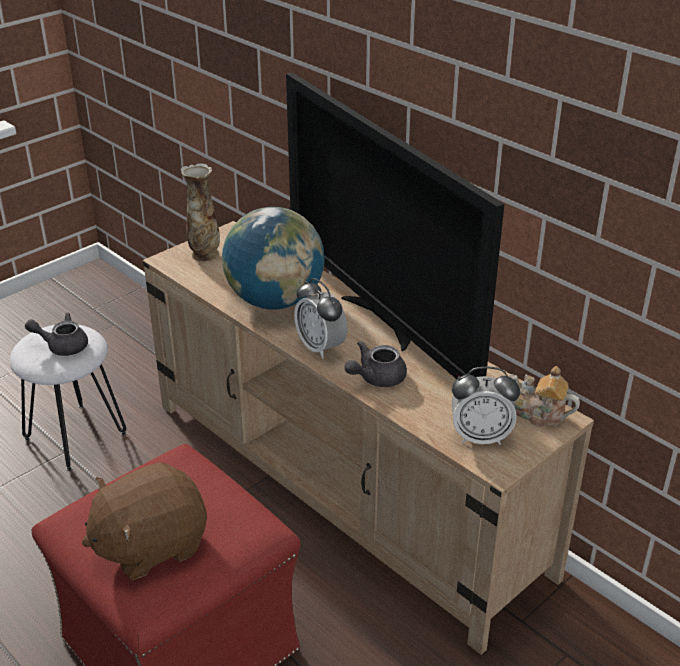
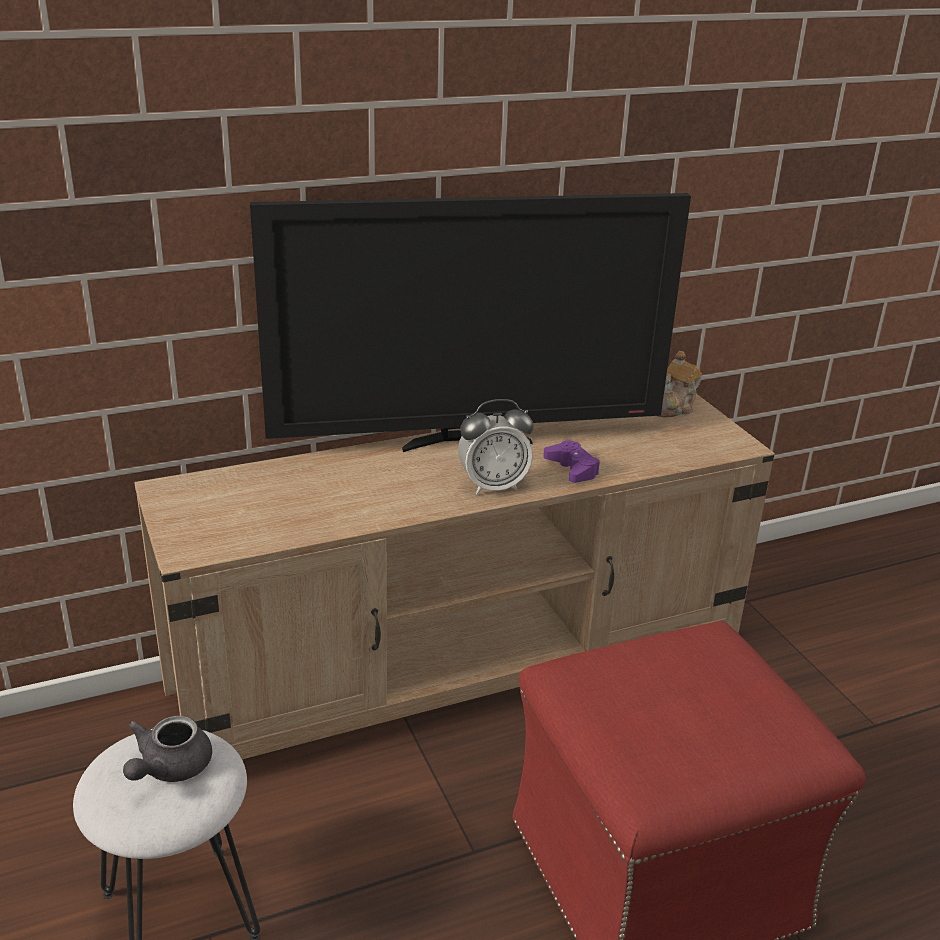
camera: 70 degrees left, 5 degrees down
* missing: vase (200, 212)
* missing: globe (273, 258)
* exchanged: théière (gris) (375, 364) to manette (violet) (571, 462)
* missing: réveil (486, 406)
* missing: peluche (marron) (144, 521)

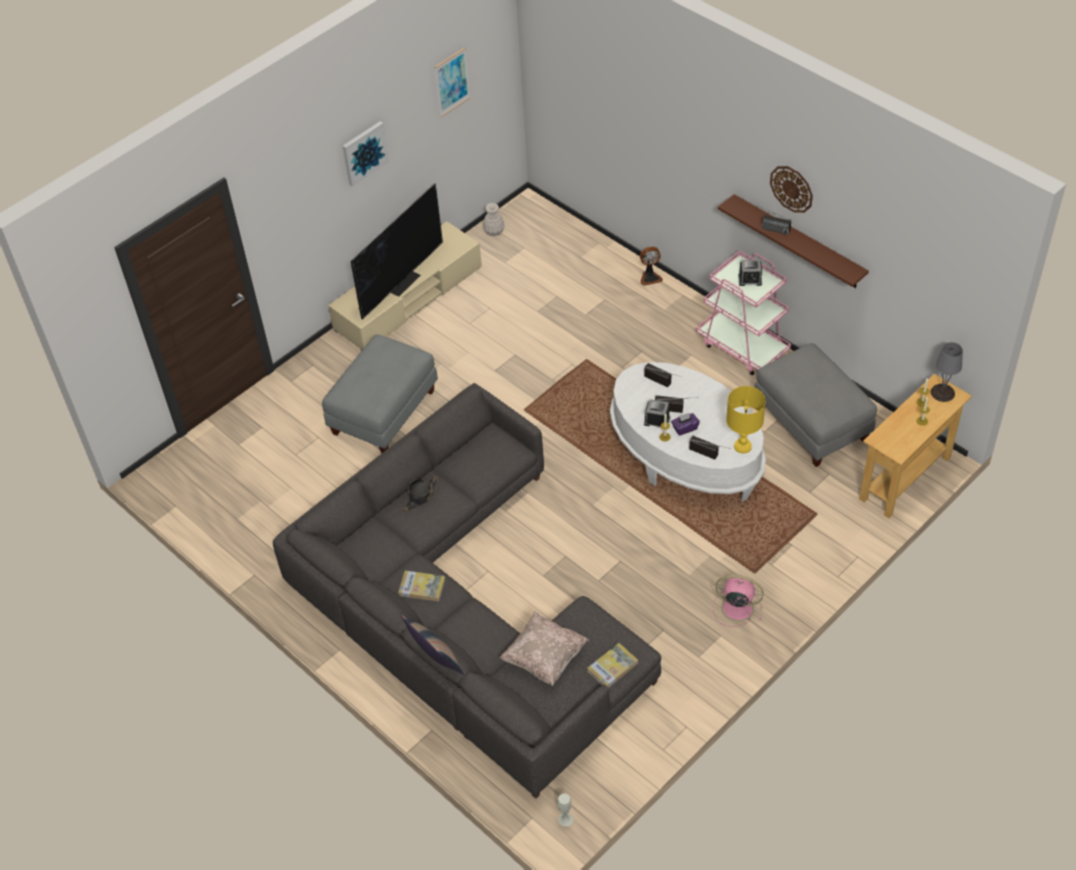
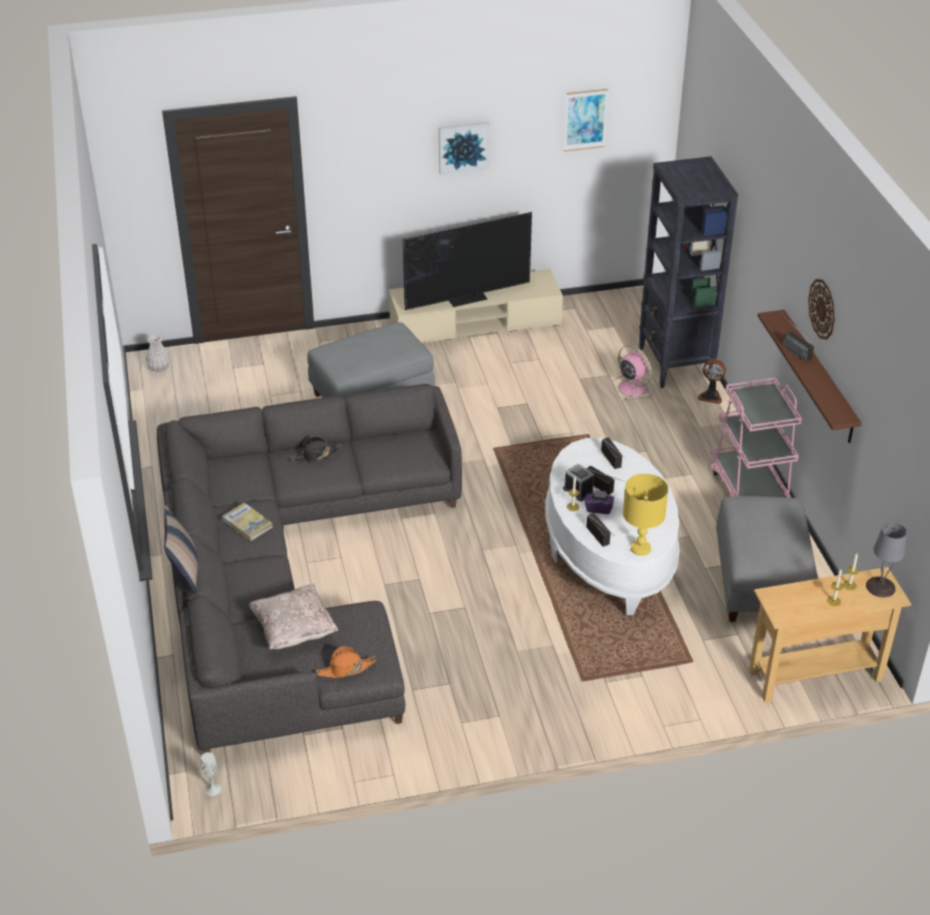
camera: 30 degrees right, 10 degrees down
* relocated: vase (blanc) (494, 219) to (158, 353)
* missing: réveil (750, 272)
* relocated: ventilateur (rose) (738, 601) to (632, 373)
* exchanged: livre (612, 665) to chapeau (orange) (345, 662)
* appeared: bibliothèque (noir) (688, 272)

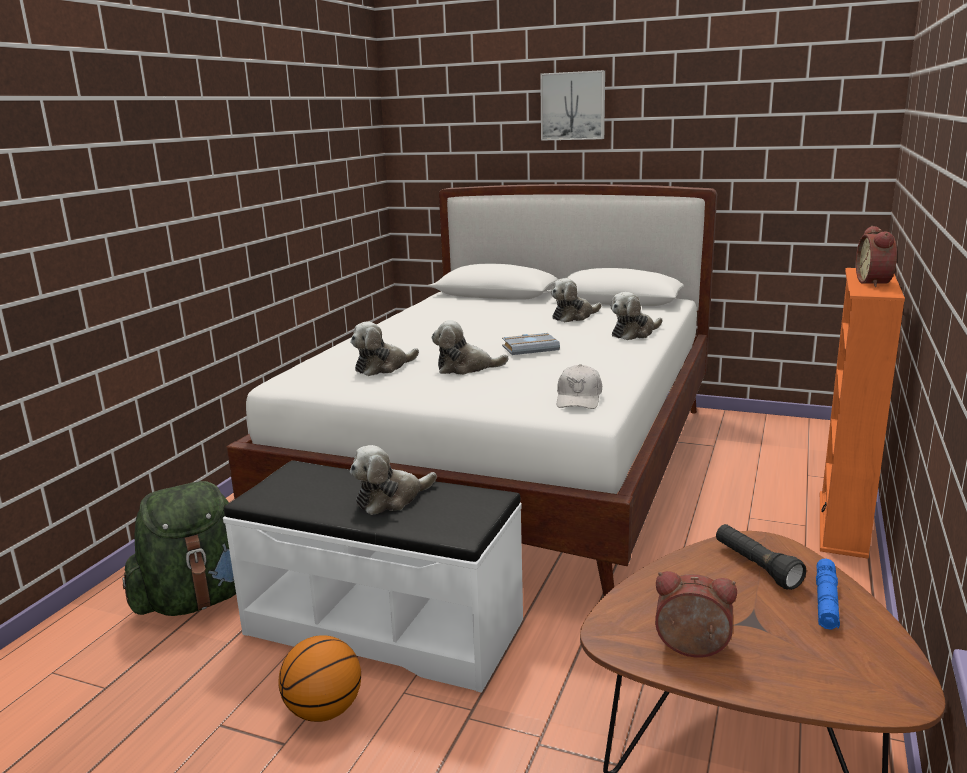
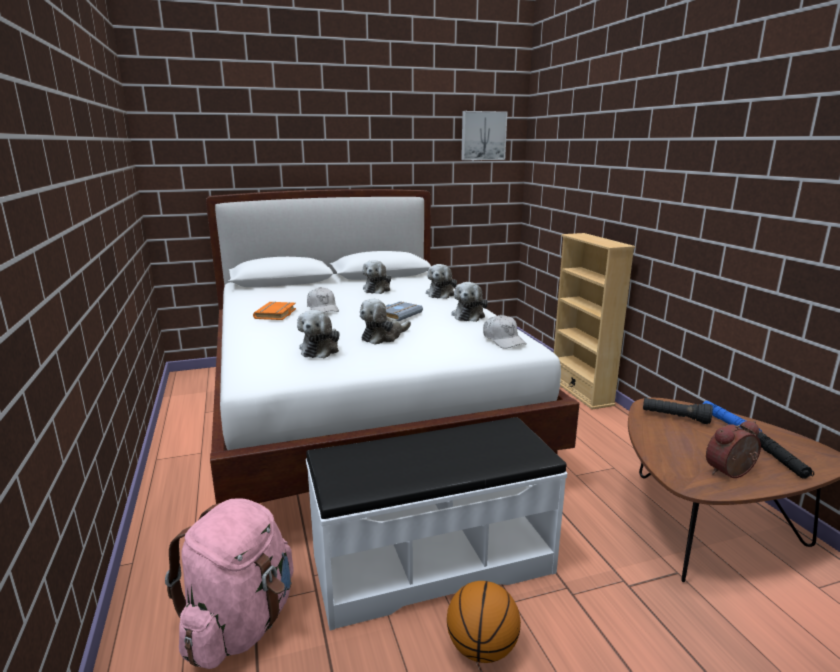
camera: 40 degrees left, 0 degrees up
* relocated: tableau (572, 105) to (484, 135)
* missing: réveil (876, 256)
* colour: bibliothèque (orange) (862, 413) to bibliothèque (beige) (594, 321)
* relocated: peluche (393, 480) to (469, 302)
* colour: sac à dos (vert) (179, 548) to sac à dos (rose) (229, 583)
* appeared: casquette (blanc) (323, 300)
* appeared: livre (orange) (274, 311)
* appeared: lampe de poche (noir) (785, 455)

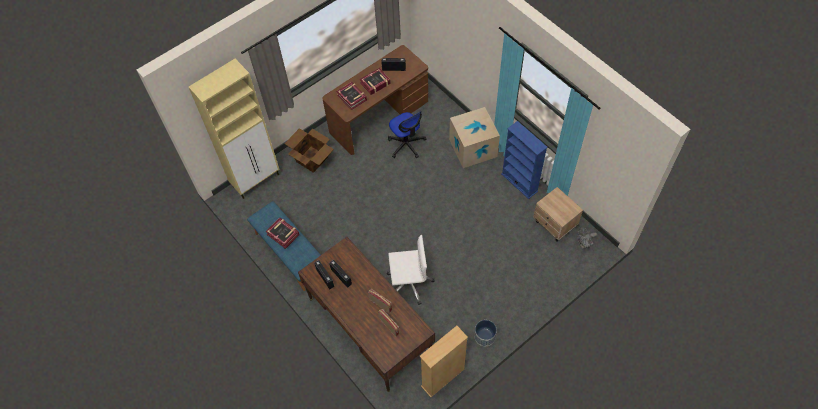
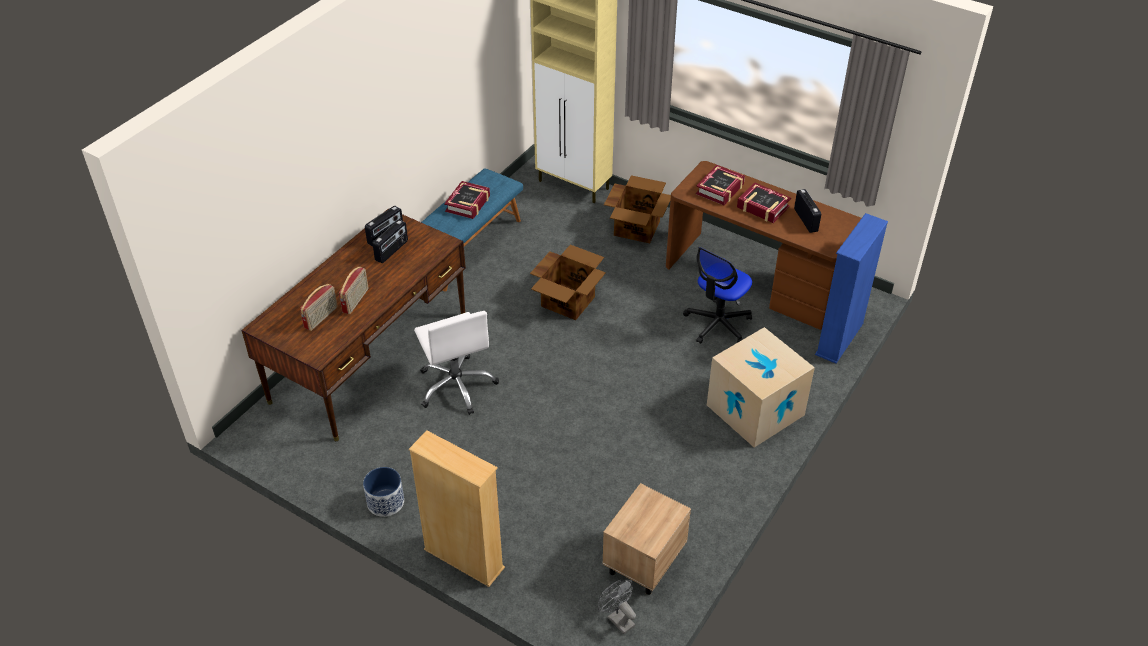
camera: 70 degrees right, 15 degrees down
* relocated: bibliothèque (bleu) (524, 160) to (851, 288)
* relocated: bibliothèque (beige) (444, 361) to (457, 508)
* appeared: carton (568, 282)

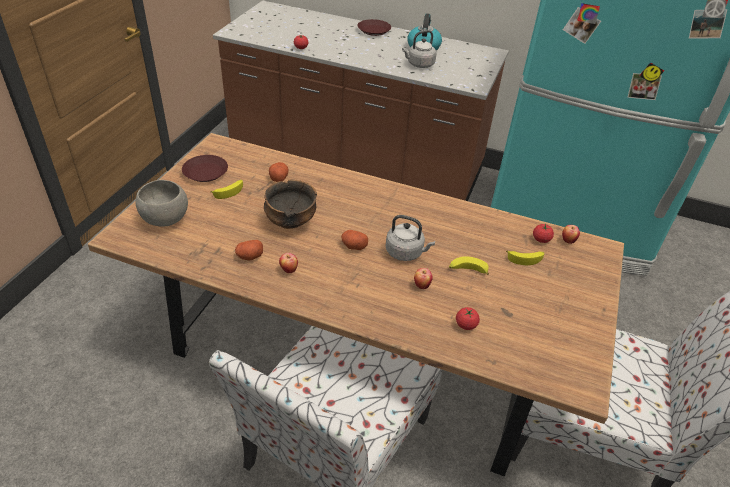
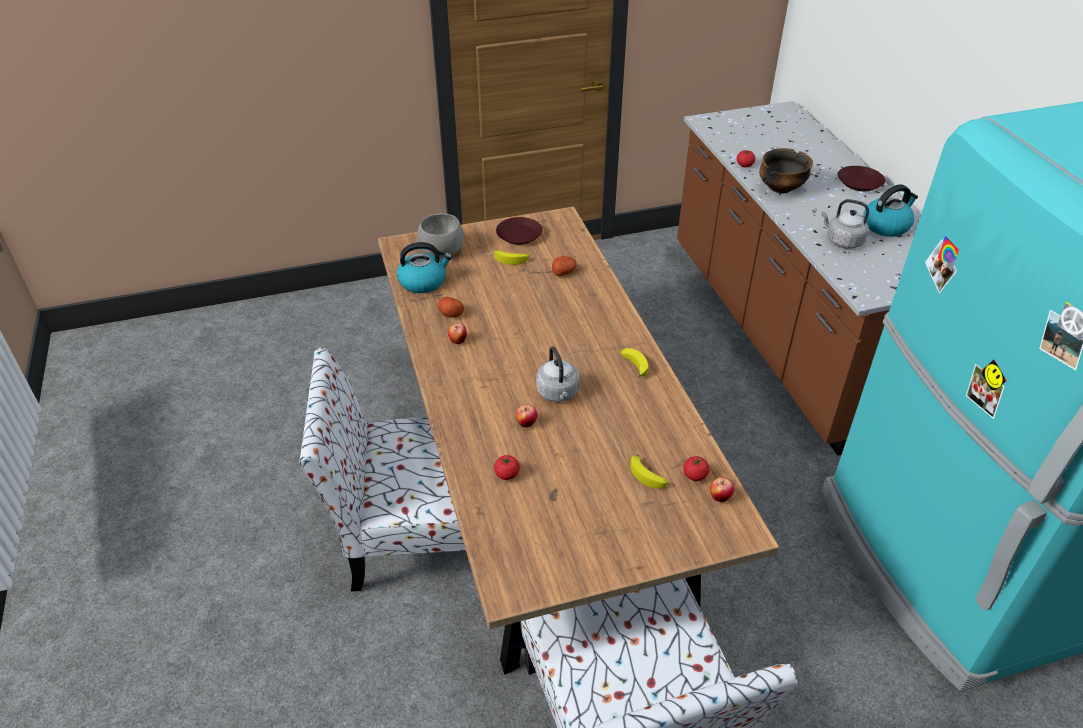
camera: 55 degrees right, 0 degrees up
* relocated: bol (290, 204) to (786, 170)
* missing: pomme de terre (354, 240)
* relocated: banane (469, 265) to (633, 362)
* appeared: bouilloire (424, 267)

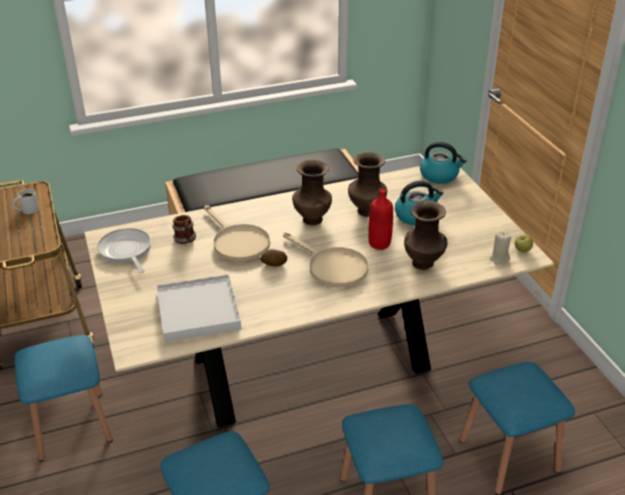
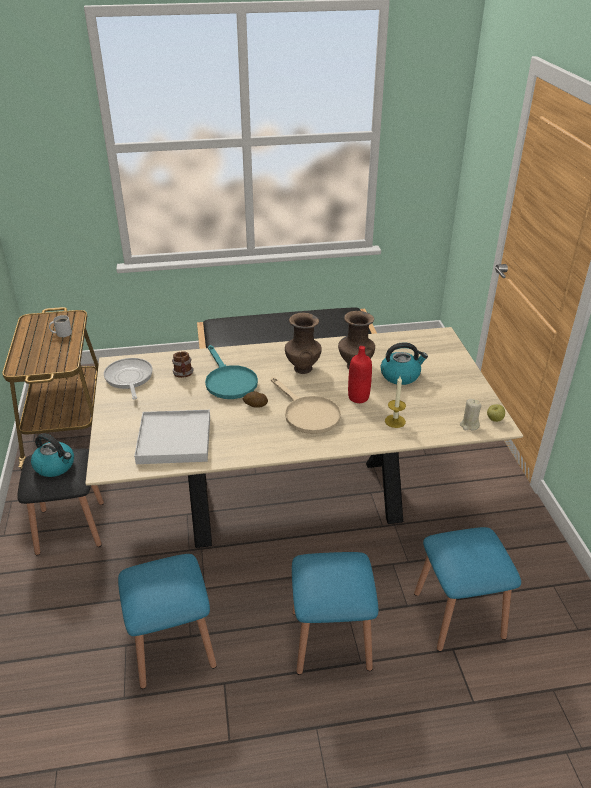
camera: 10 degrees right, 0 degrees up
* relocated: bouilloire (443, 163) to (52, 455)
* exchanged: vase (marron) (426, 235) to bougie (395, 402)
* colour: poêle (beige) (237, 233) to poêle (turquoise) (231, 372)
* colour: tabouret (bleu) (64, 398) to tabouret (noir) (60, 502)

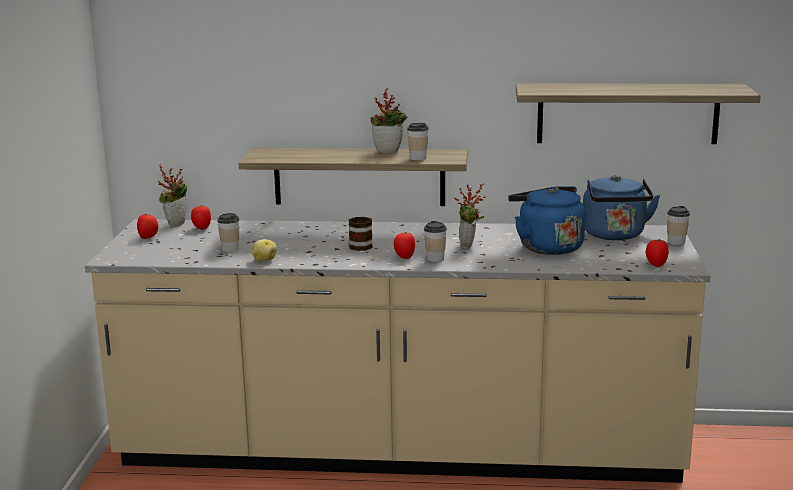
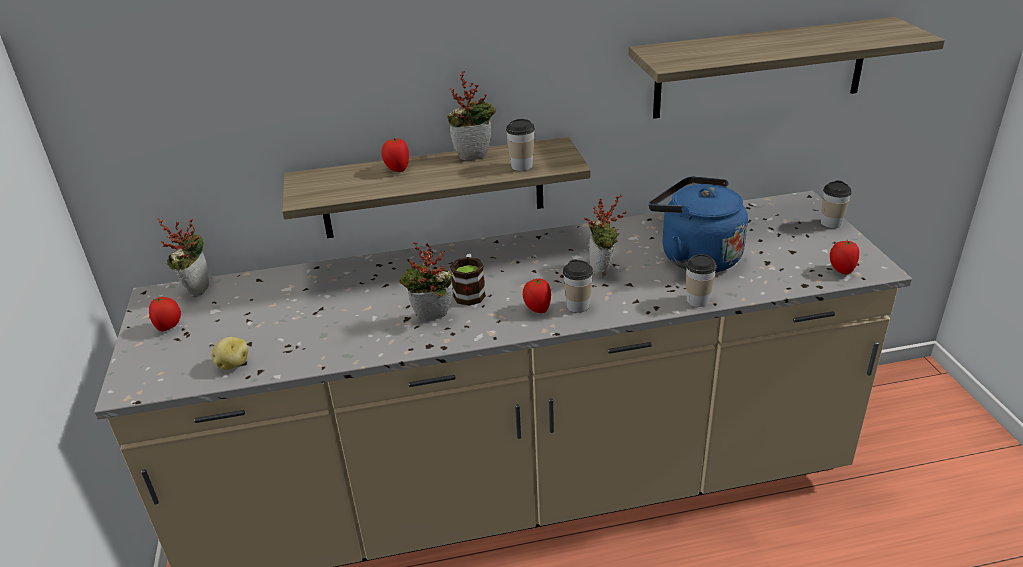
camera: 15 degrees left, 15 degrees up
* missing: bouilloire (bleu) (621, 207)
* relocated: tomate (201, 217) to (395, 155)
* relocated: tasse (228, 232) to (701, 280)
* relocated: pomme de terre (264, 250) to (229, 353)
* appeared: plante en pot (426, 281)

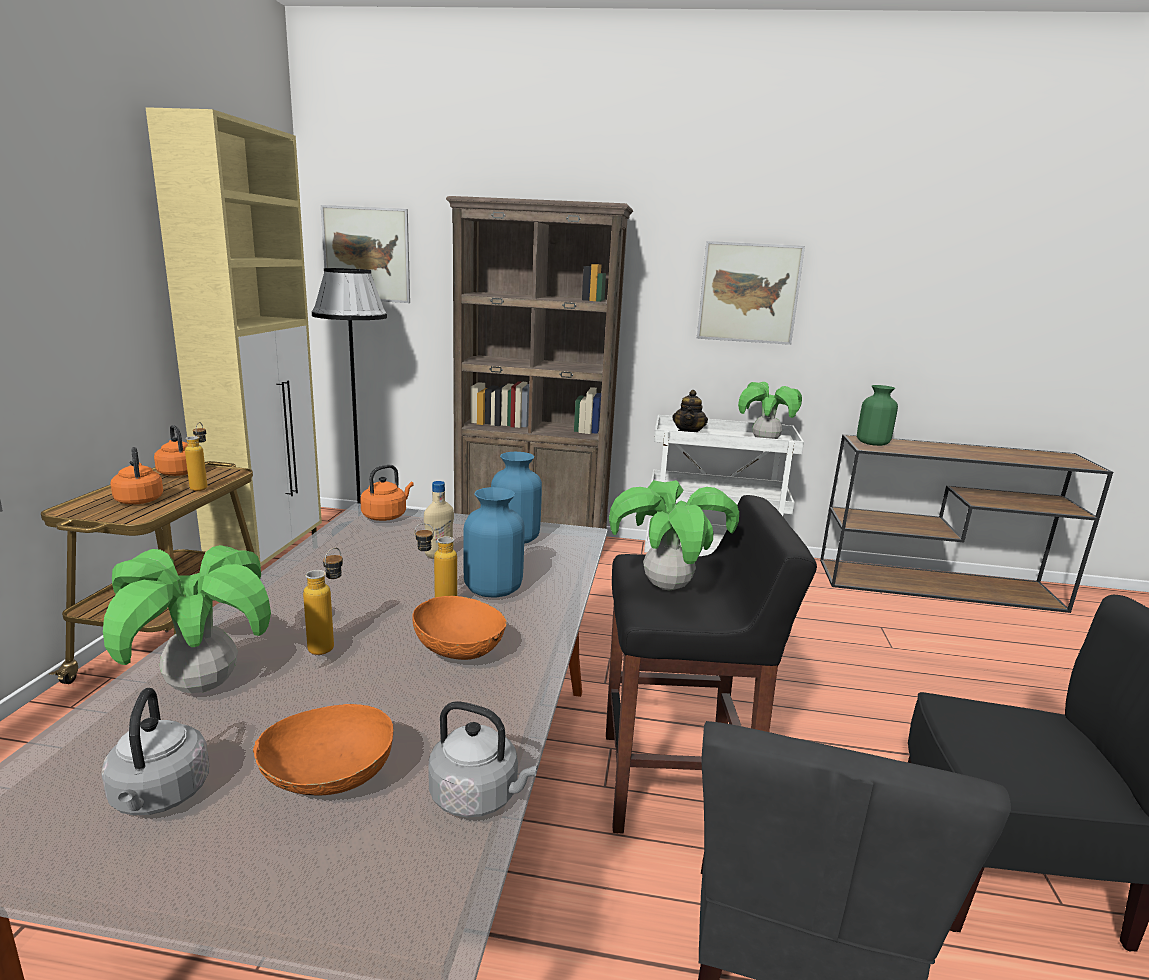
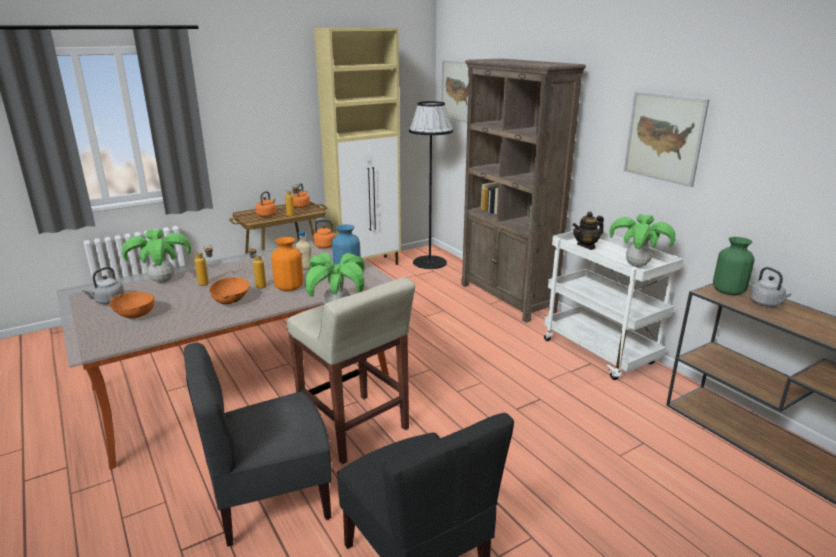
camera: 50 degrees right, 5 degrees up
* colour: vase (bleu) (494, 542) to vase (orange) (287, 264)
* colour: tabouret (noir) (711, 664) to tabouret (beige) (351, 370)
* relocated: bouilloire (gris) (482, 759) to (770, 287)

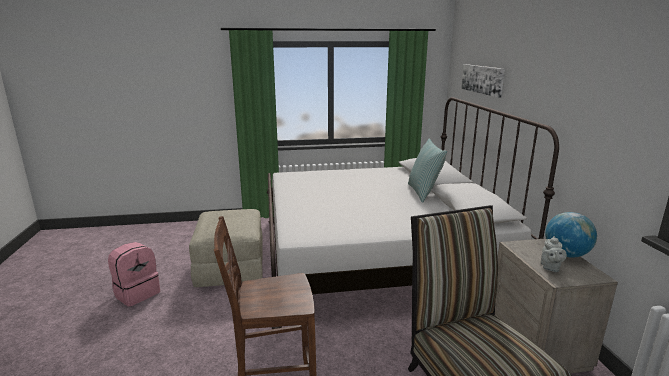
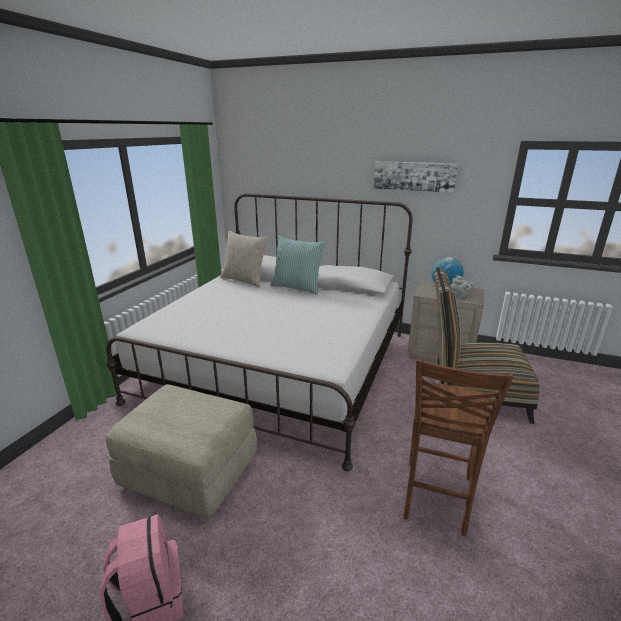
camera: 60 degrees left, 5 degrees up
* relocated: tableau (483, 81) to (415, 177)
* appeared: coussin (beige) (244, 259)

